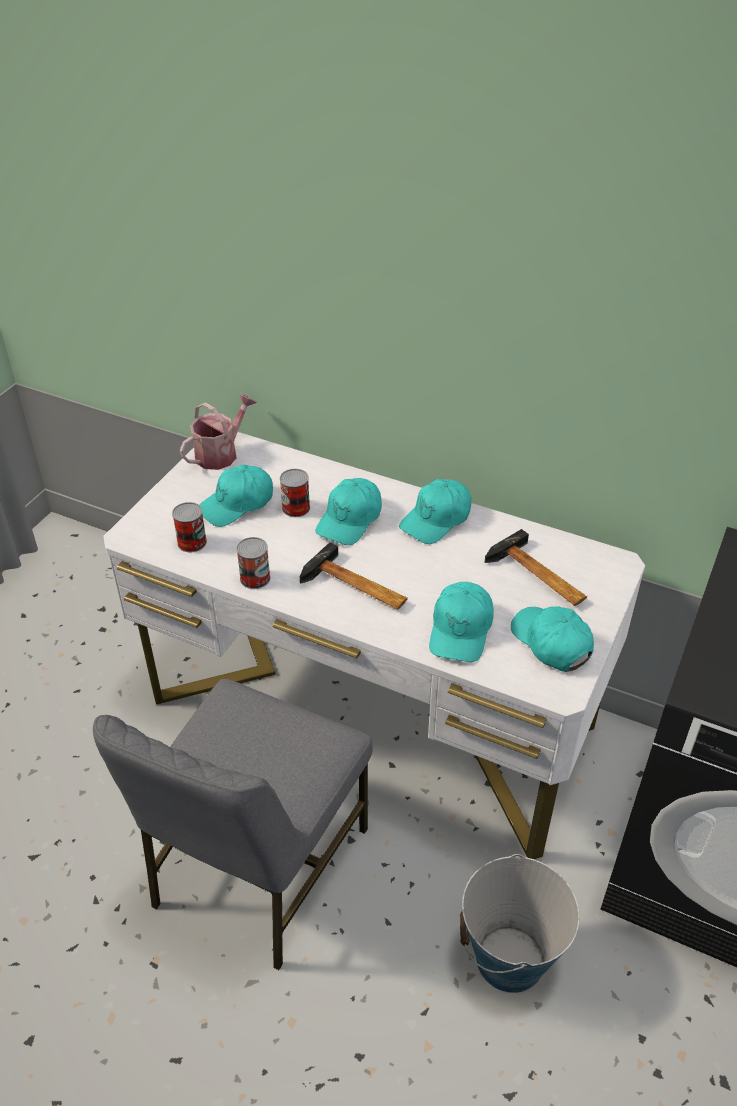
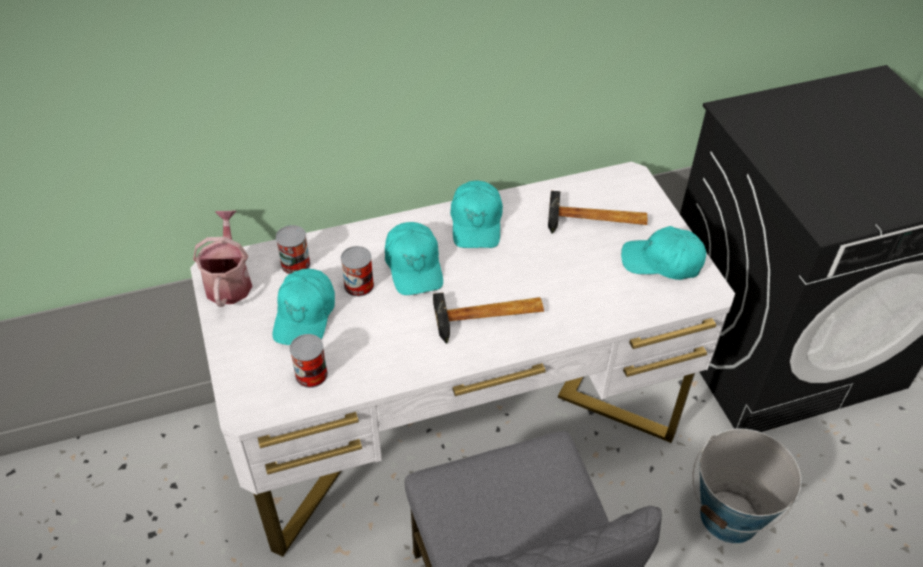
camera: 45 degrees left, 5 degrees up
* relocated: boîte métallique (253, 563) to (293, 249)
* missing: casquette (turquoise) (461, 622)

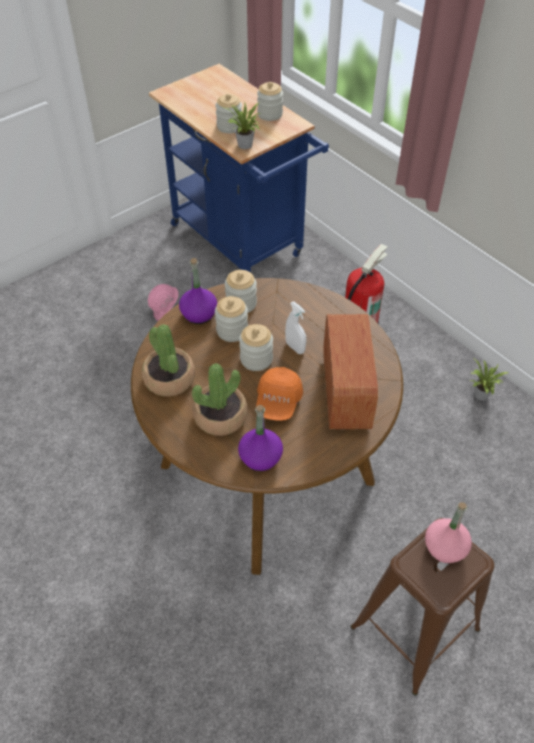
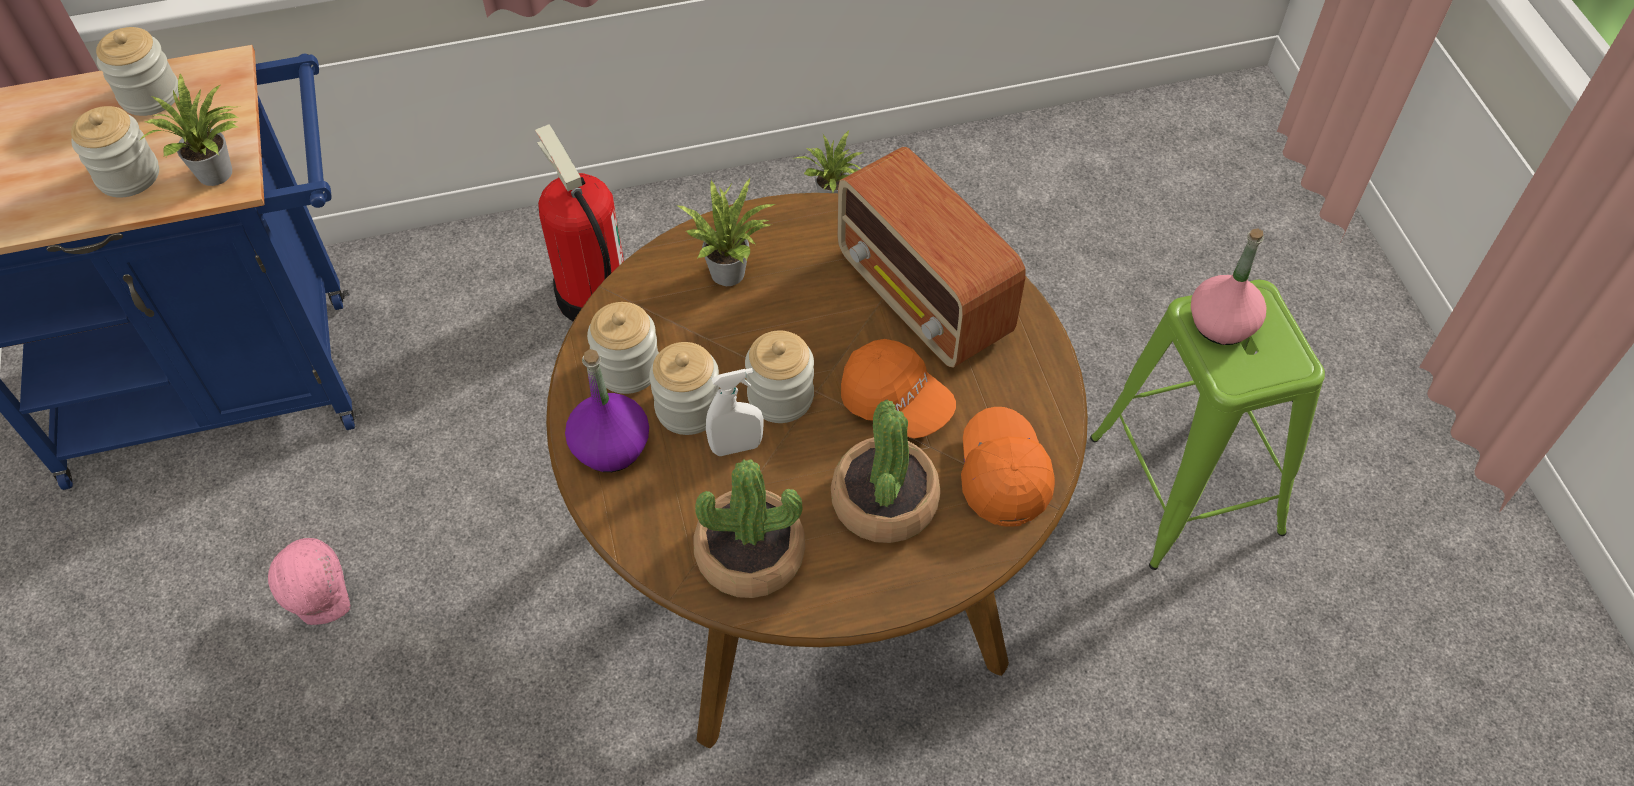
camera: 65 degrees left, 5 degrees up
* relocated: vaporisateur (blanc) (295, 327) to (735, 412)
* spun: radio (350, 371) = (931, 257) 150 degrees counterclockwise
* exchanged: bouteille (violet) (260, 438) to casquette (orange) (1008, 467)
* colour: tabouret (marron) (422, 606) to tabouret (vert) (1207, 425)
* appeared: plante en pot (726, 231)

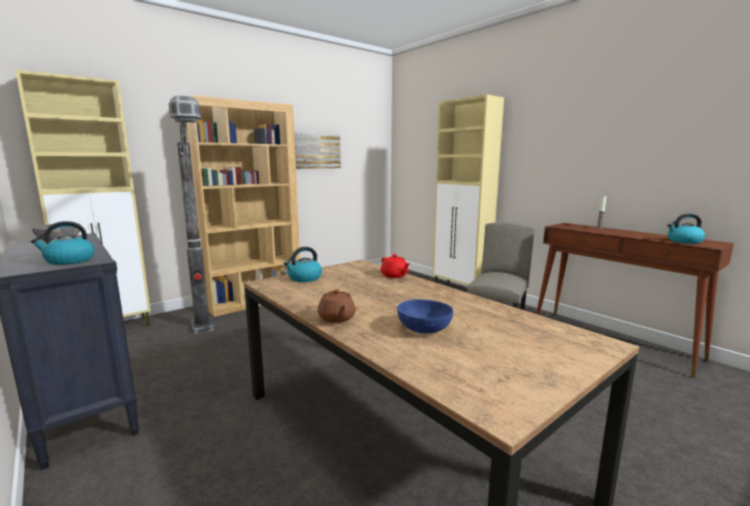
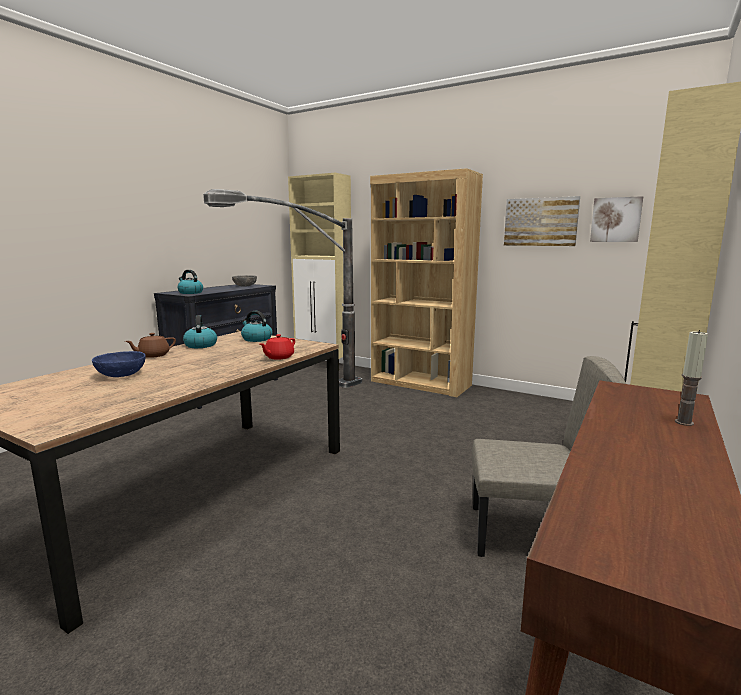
camera: 70 degrees right, 0 degrees up
* relocated: bouilloire (686, 228) to (200, 331)
* appeared: tableau (616, 219)

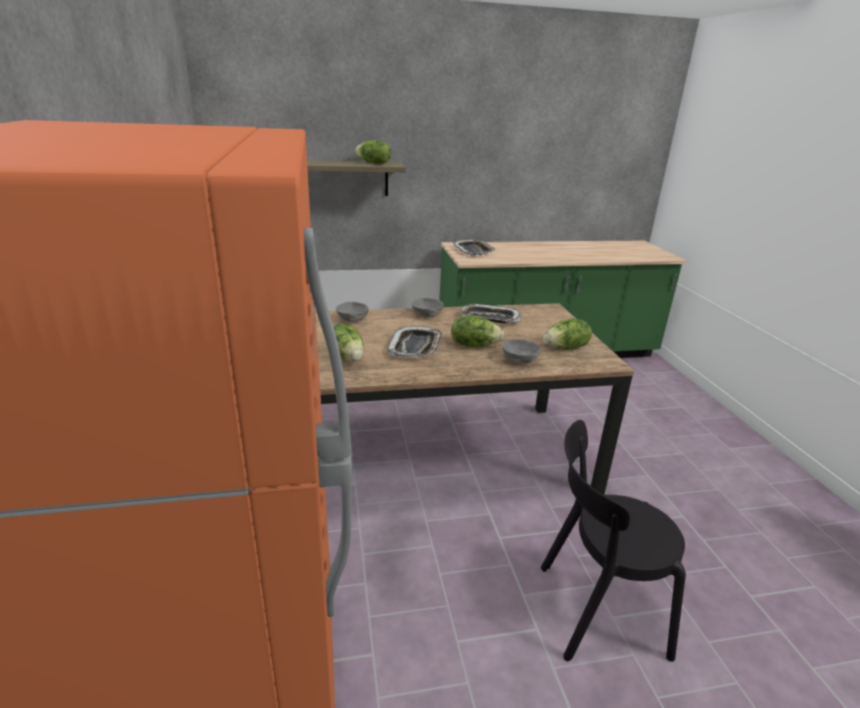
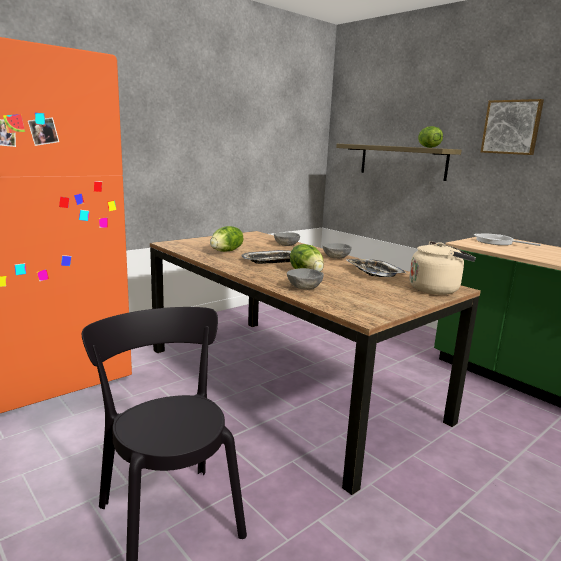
camera: 60 degrees right, 10 degrees down
* exchanged: plateau (474, 247) to poêle (507, 239)
* missing: laitue (567, 334)
* appeared: tableau (512, 127)
* appeared: bouilloire (beige) (442, 268)

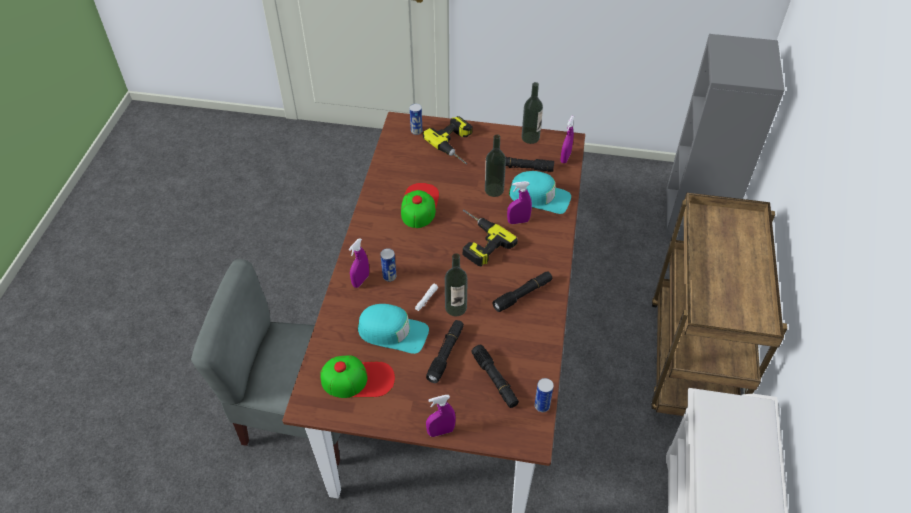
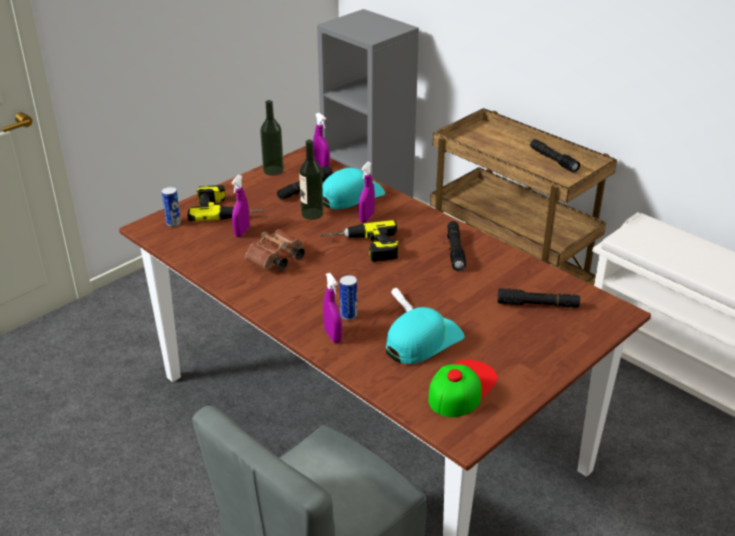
camera: 55 degrees left, 15 degrees down
* exchanged: casquette (420, 205) to jumelles (marron) (275, 249)
* missing: bouteille (456, 285)
* relocated: lampe de poche (noir) (445, 351) to (555, 155)
* missing: boîte métallique (544, 395)
* relocated: vaporisateur (violet) (441, 416) to (241, 206)

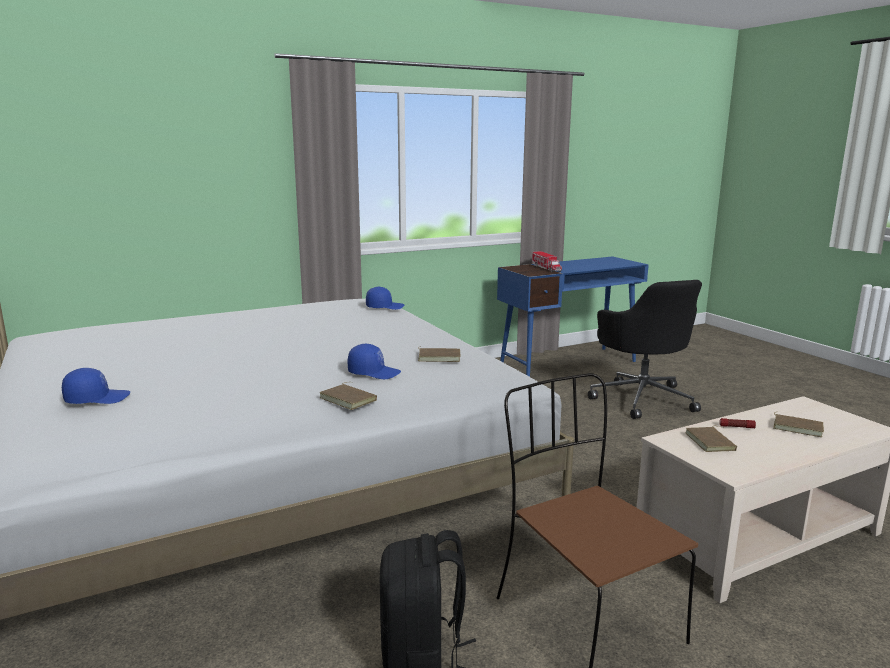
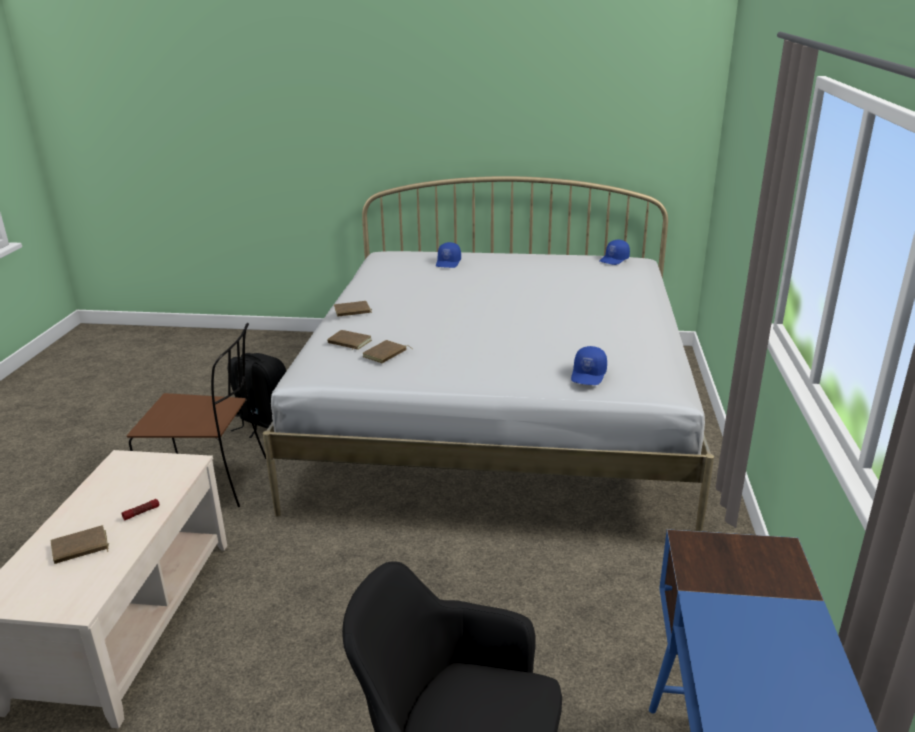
camera: 125 degrees right, 10 degrees up
* missing: camion jouet (547, 261)
* relocated: casquette (bleu) (374, 361) to (614, 252)
* relocated: livre (marron) (711, 439) to (349, 340)

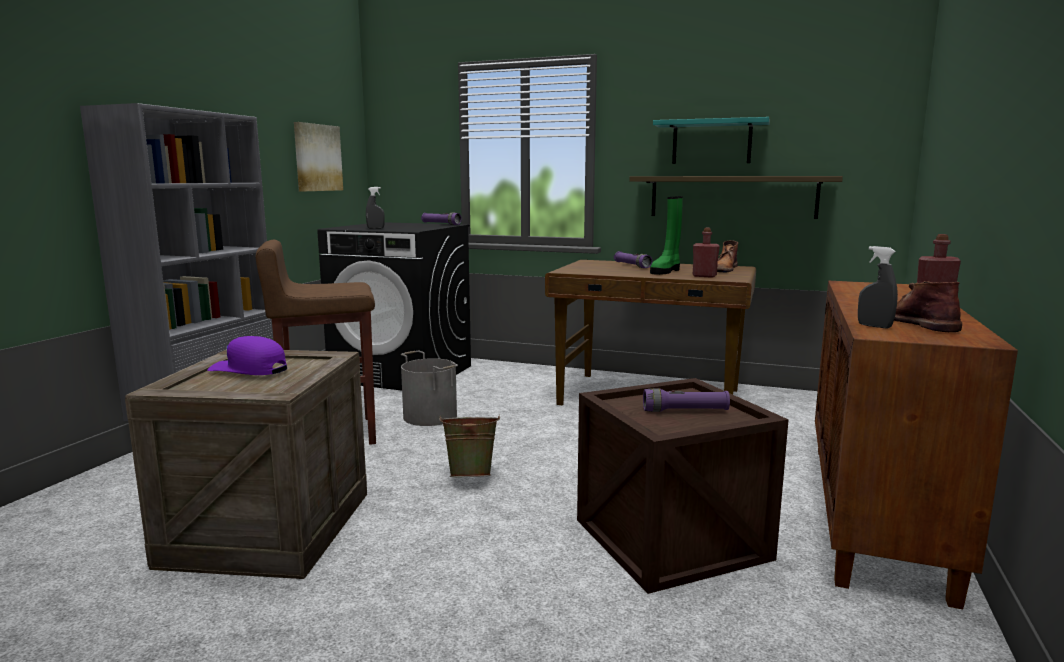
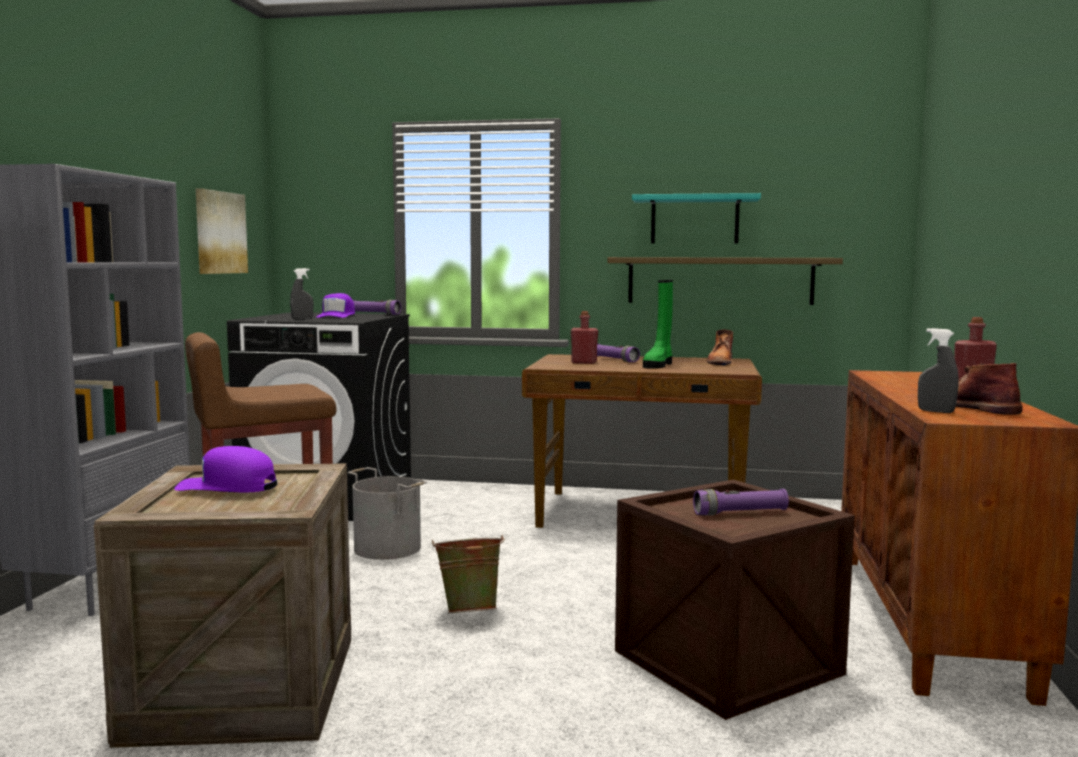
camera: 10 degrees left, 5 degrees down
* relocated: bouteille (rouge) (706, 253) to (584, 337)
* appeared: casquette (violet) (335, 305)

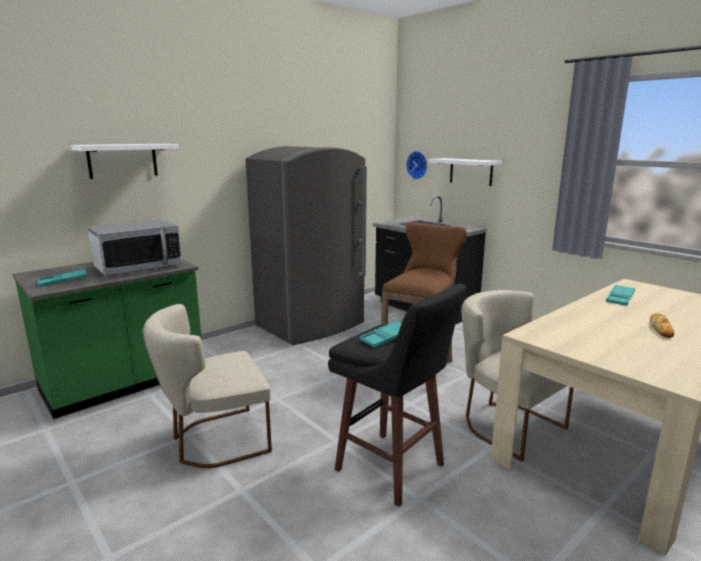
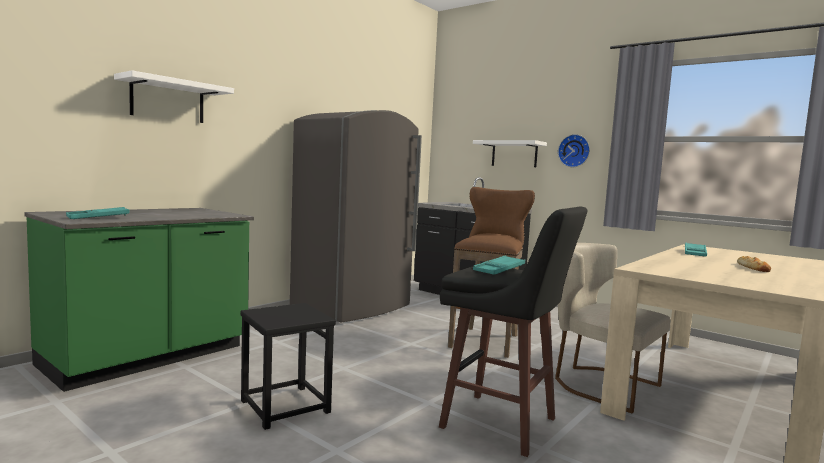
camera: 10 degrees left, 10 degrees down
* relocated: horloge murale (416, 165) to (574, 150)
* missing: micro-ondes (135, 247)
* exchanged: chaise (beige) (207, 386) to tabouret (noir) (288, 366)

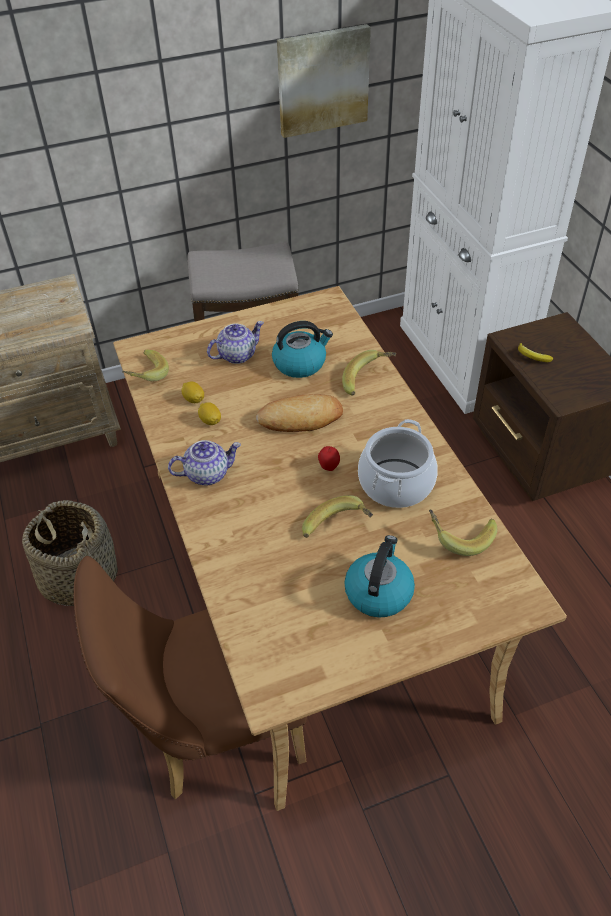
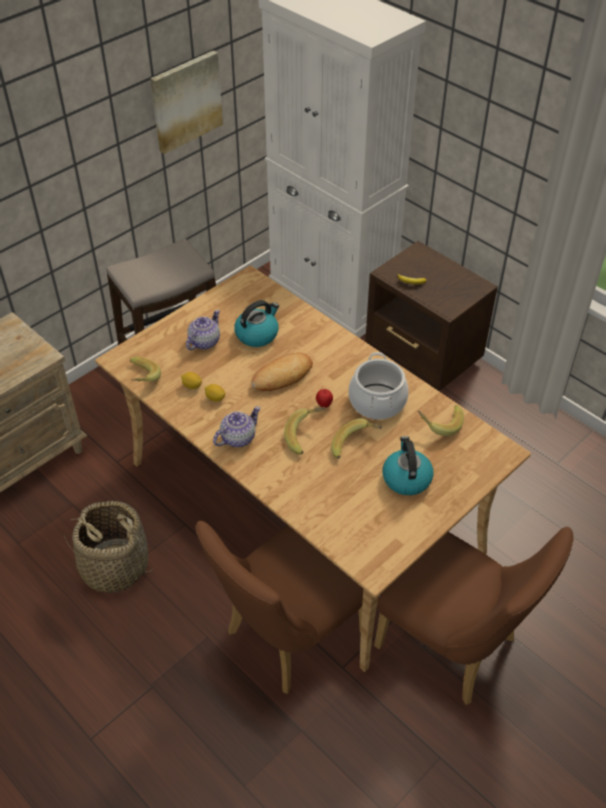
camera: 25 degrees left, 0 degrees up
* relocated: banane (369, 373) to (304, 431)
* appeared: chaise (marron) (474, 616)

